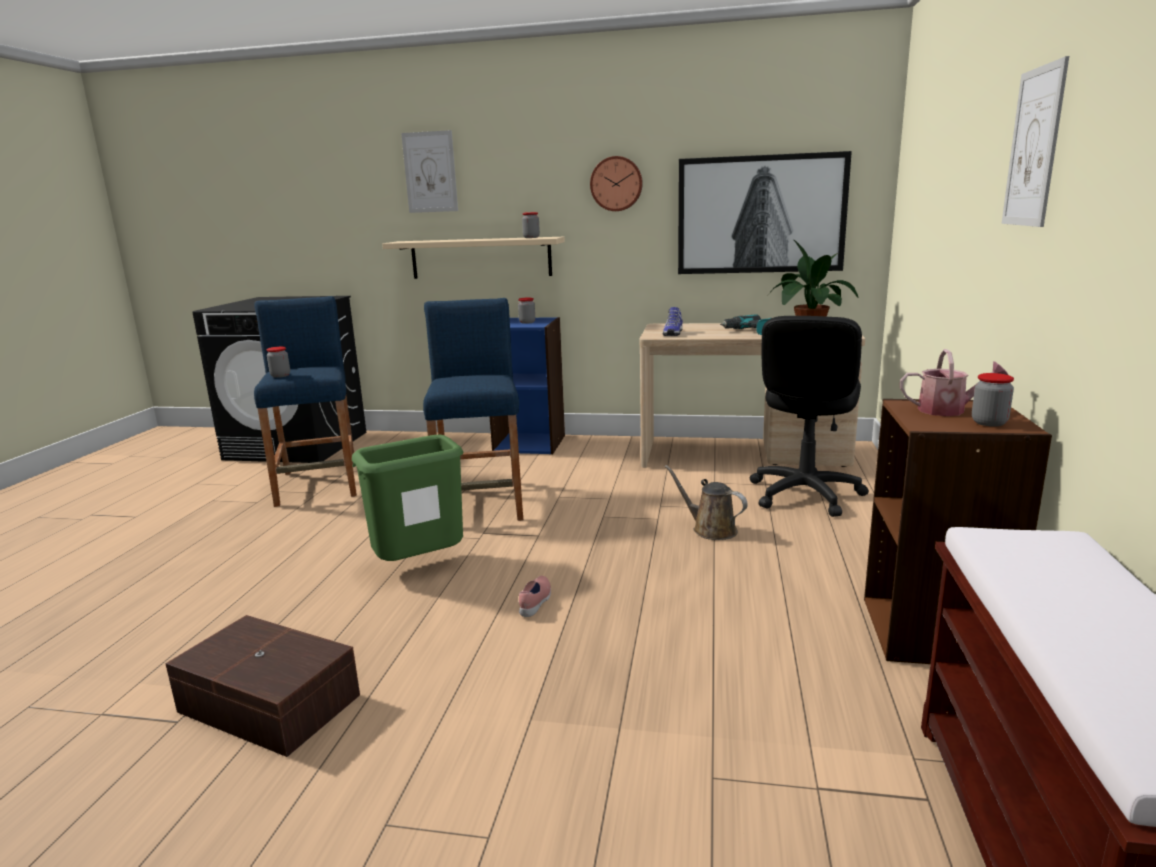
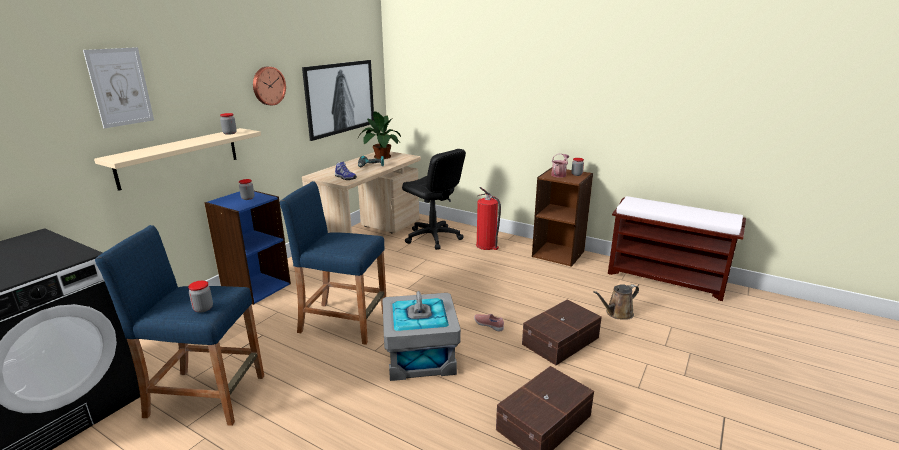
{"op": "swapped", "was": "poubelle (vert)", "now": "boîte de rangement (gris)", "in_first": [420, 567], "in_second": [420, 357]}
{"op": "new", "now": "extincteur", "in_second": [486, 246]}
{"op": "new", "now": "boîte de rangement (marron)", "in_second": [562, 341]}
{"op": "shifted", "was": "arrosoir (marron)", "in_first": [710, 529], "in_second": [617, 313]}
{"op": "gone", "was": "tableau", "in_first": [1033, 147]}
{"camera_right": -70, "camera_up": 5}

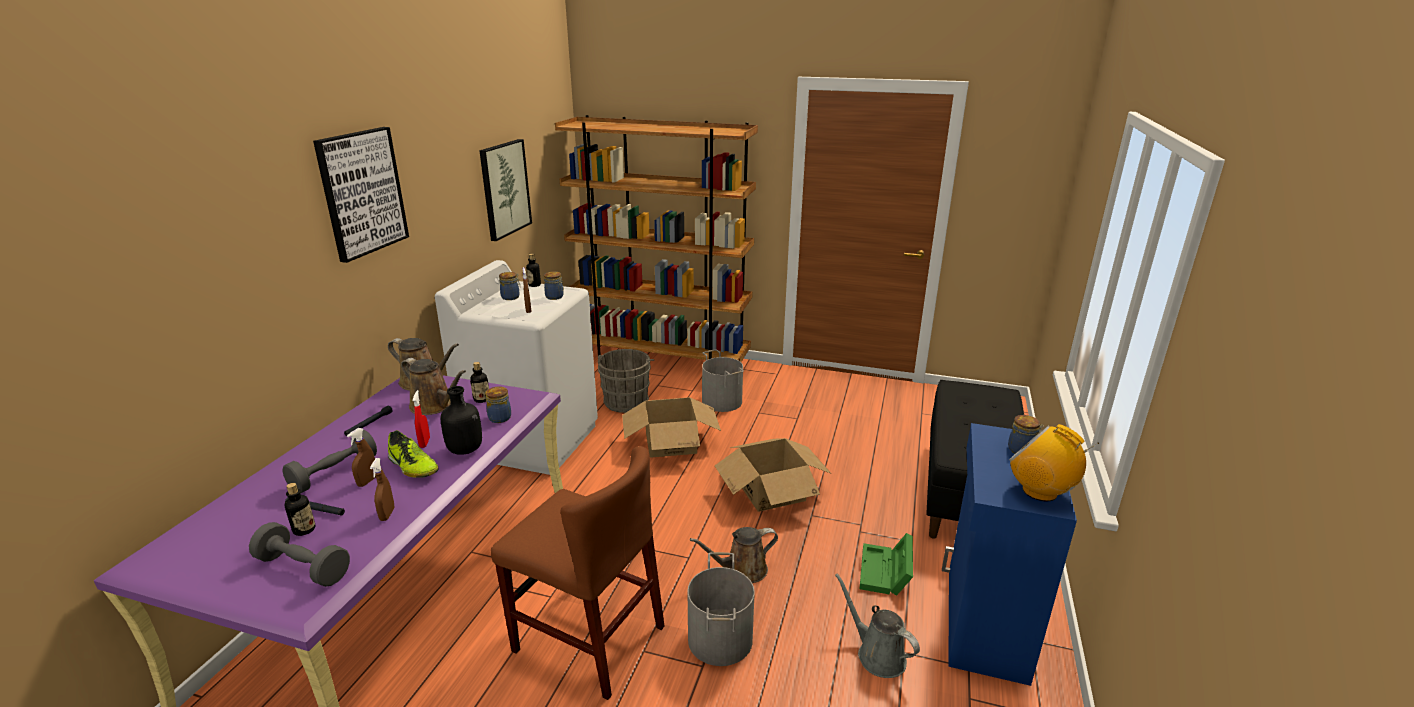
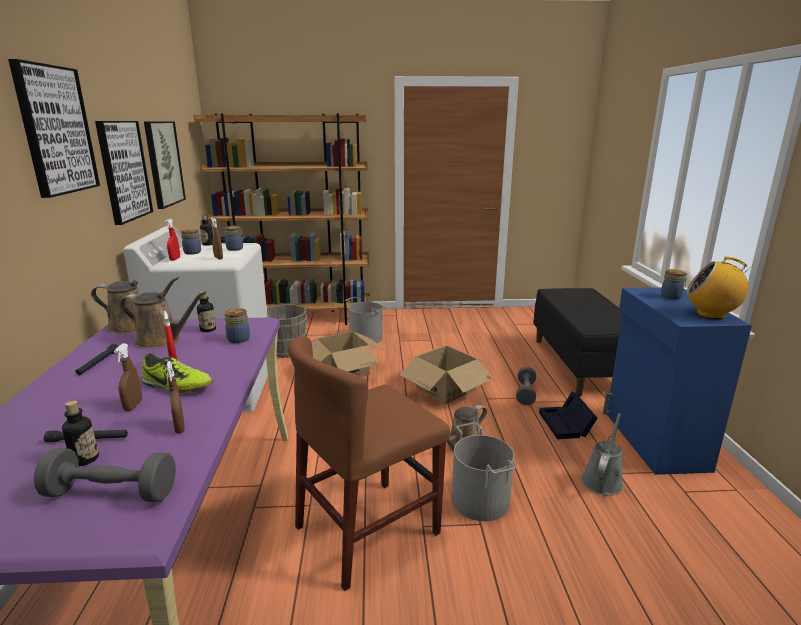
{"op": "new", "now": "tableau", "in_second": [123, 171]}
{"op": "new", "now": "vaporisateur (rouge)", "in_second": [175, 259]}
{"op": "rotated", "was": "chaise (marron)", "in_first": [588, 639], "in_second": [367, 530], "clockwise": 135}
{"op": "shifted", "was": "haltère (gris)", "in_first": [334, 473], "in_second": [525, 393]}
{"op": "repainted", "was": "boîte de rangement (vert)", "now": "boîte de rangement (noir)", "in_first": [885, 573], "in_second": [566, 425]}
{"op": "rotated", "was": "arrosoir (gris)", "in_first": [877, 654], "in_second": [603, 479], "clockwise": 90}
{"op": "gone", "was": "bouteille (noir)", "in_first": [466, 450]}
{"camera_right": -20, "camera_up": -5}

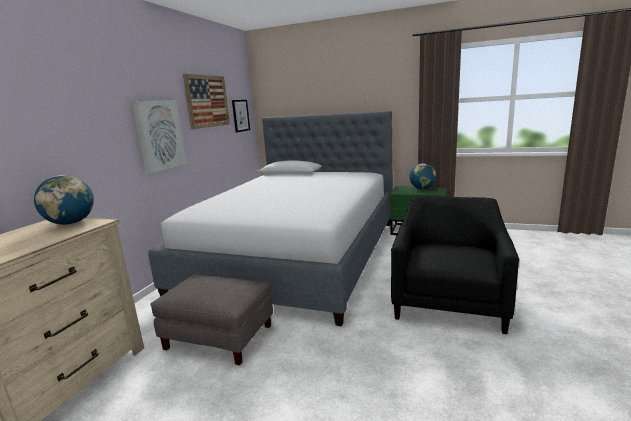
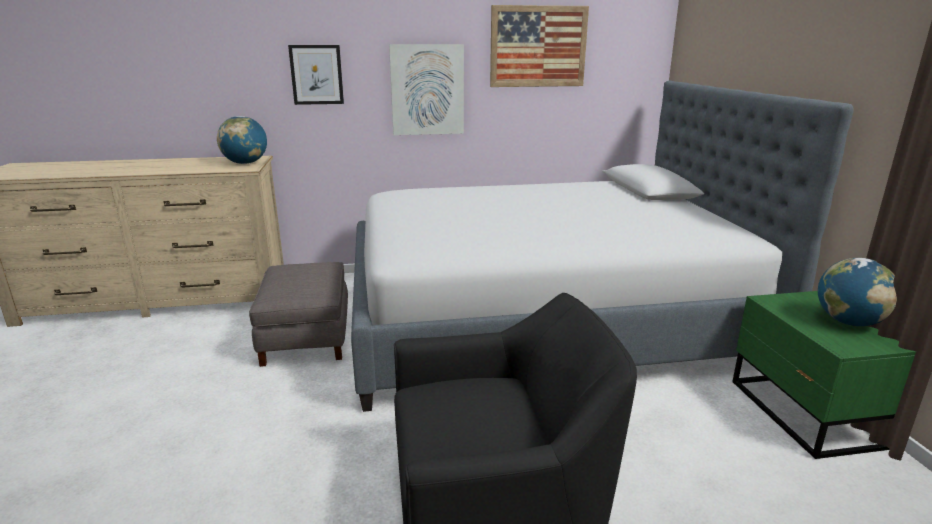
{"op": "shifted", "was": "tableau", "in_first": [240, 115], "in_second": [316, 74]}
{"camera_right": 60, "camera_up": 5}

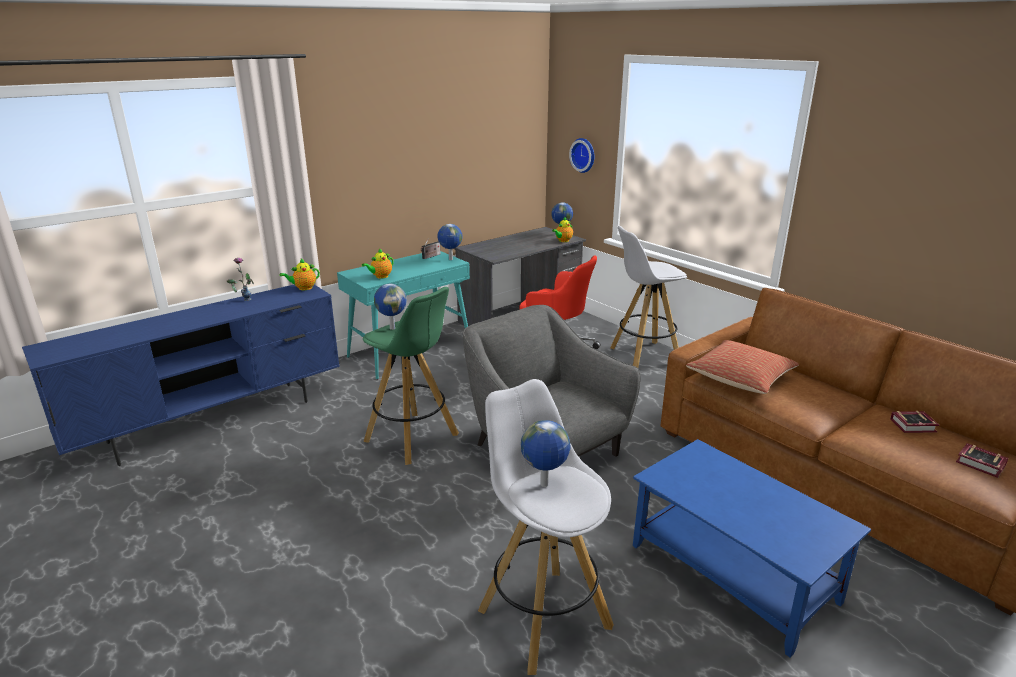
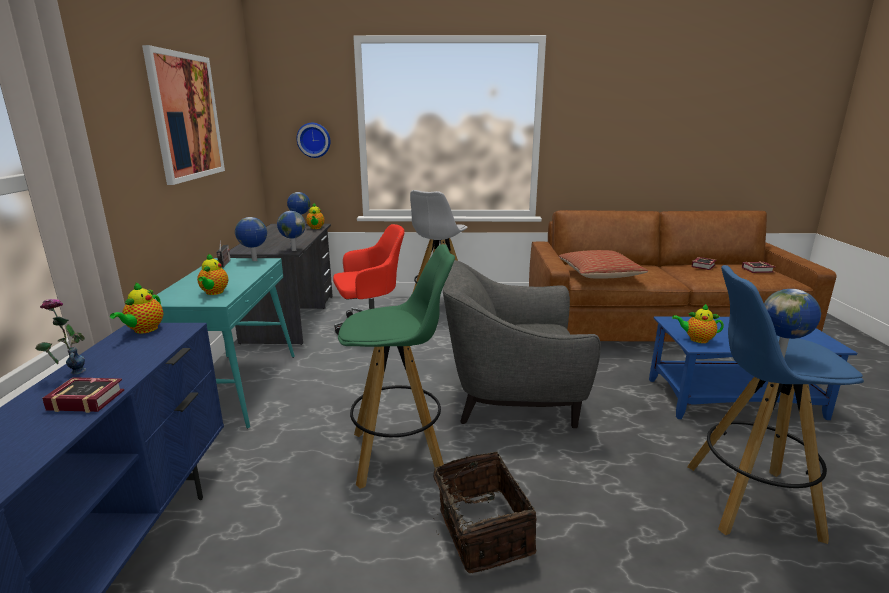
{"op": "new", "now": "livre", "in_second": [85, 399]}
{"op": "new", "now": "tableau", "in_second": [186, 117]}
{"op": "shifted", "was": "globe", "in_first": [392, 328], "in_second": [293, 250]}
{"op": "new", "now": "panier", "in_second": [481, 532]}
{"op": "new", "now": "théière", "in_second": [696, 339]}
{"op": "repainted", "was": "tabouret (blanc)", "now": "tabouret (bleu)", "in_first": [543, 617], "in_second": [748, 500]}
{"camera_right": -50, "camera_up": -5}

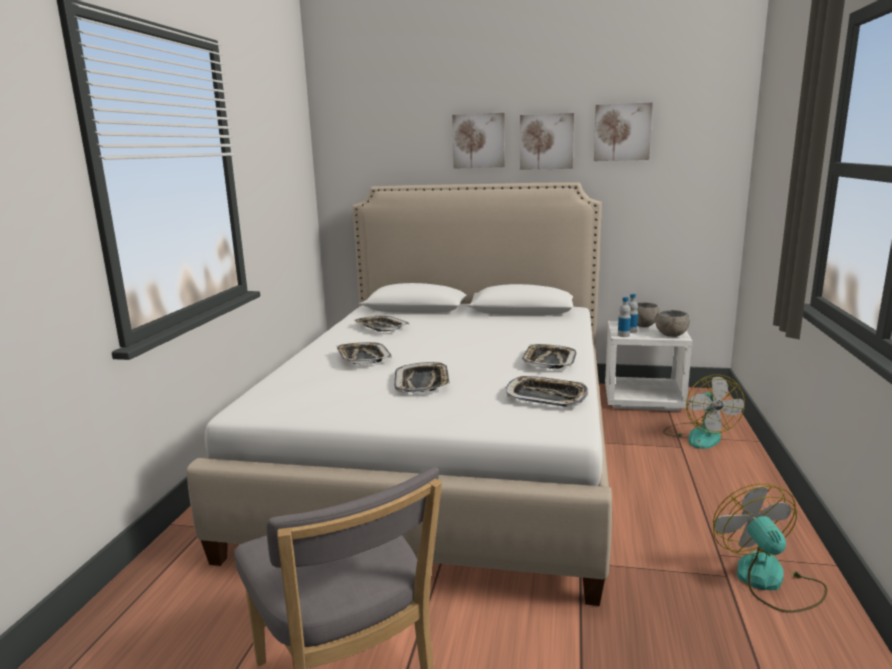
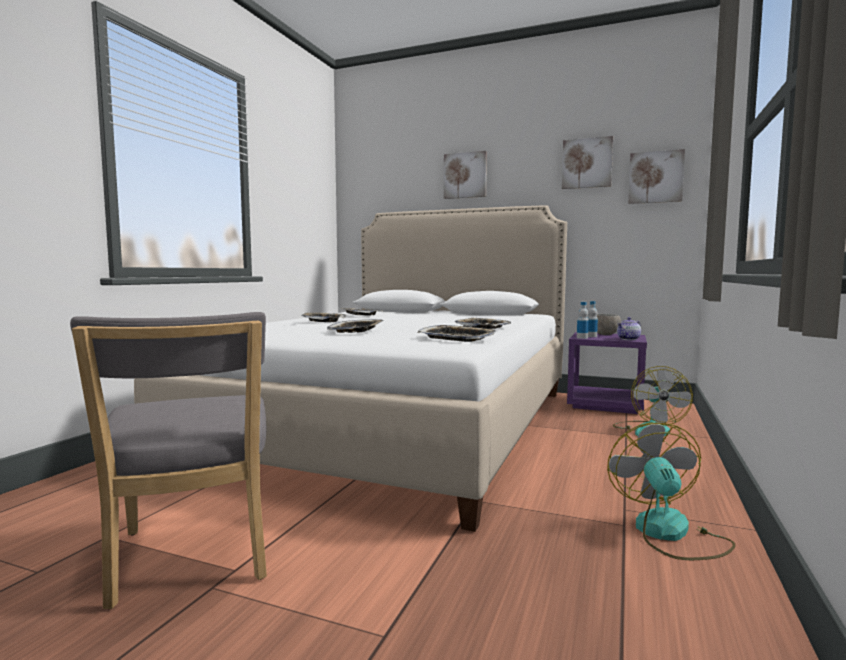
{"op": "repainted", "was": "table de chevet (blanc)", "now": "table de chevet (violet)", "in_first": [643, 399], "in_second": [606, 404]}
{"op": "swapped", "was": "bol (gris)", "now": "théière", "in_first": [672, 335], "in_second": [629, 339]}
{"op": "shifted", "was": "tableau", "in_first": [546, 141], "in_second": [655, 177]}
{"camera_right": 10, "camera_up": -10}

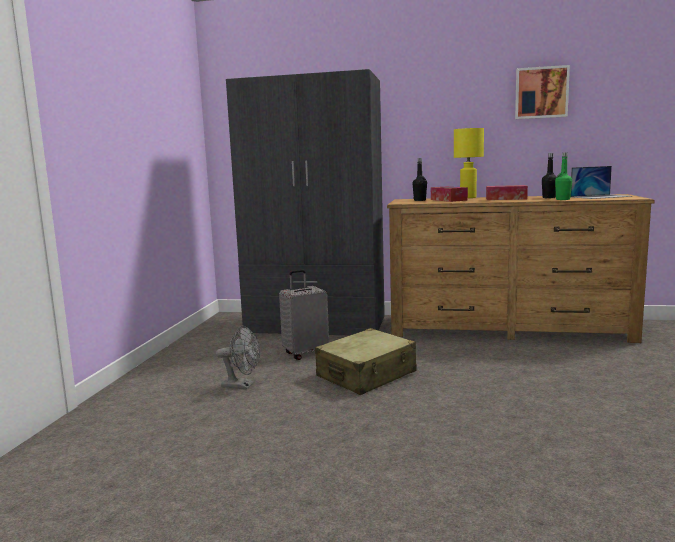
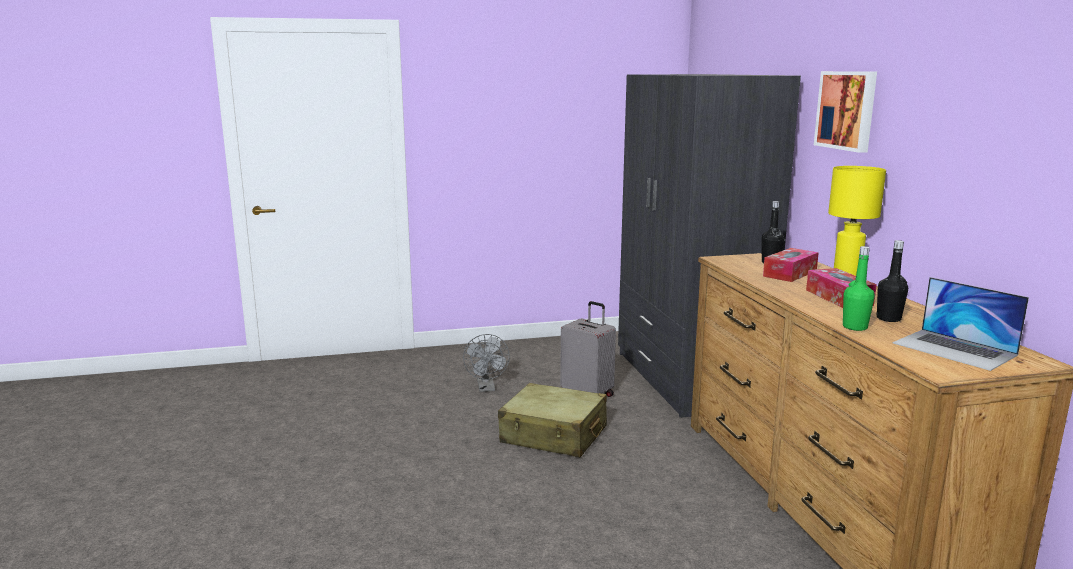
{"op": "shifted", "was": "tableau", "in_first": [541, 93], "in_second": [847, 110]}
{"camera_right": 65, "camera_up": 5}

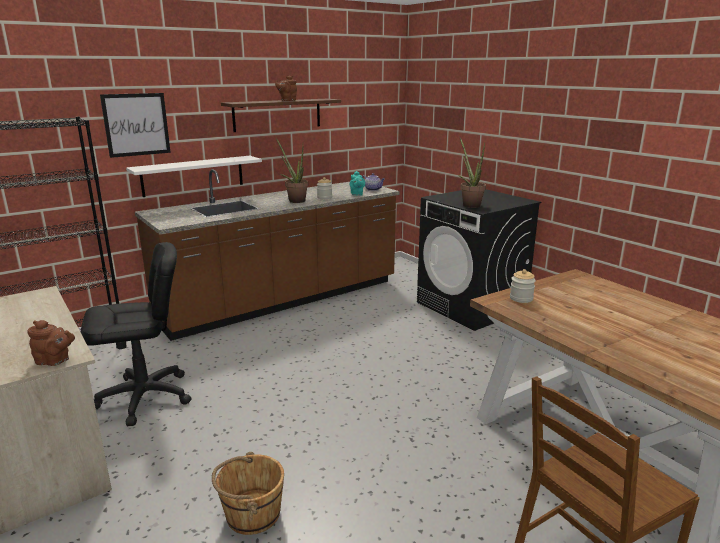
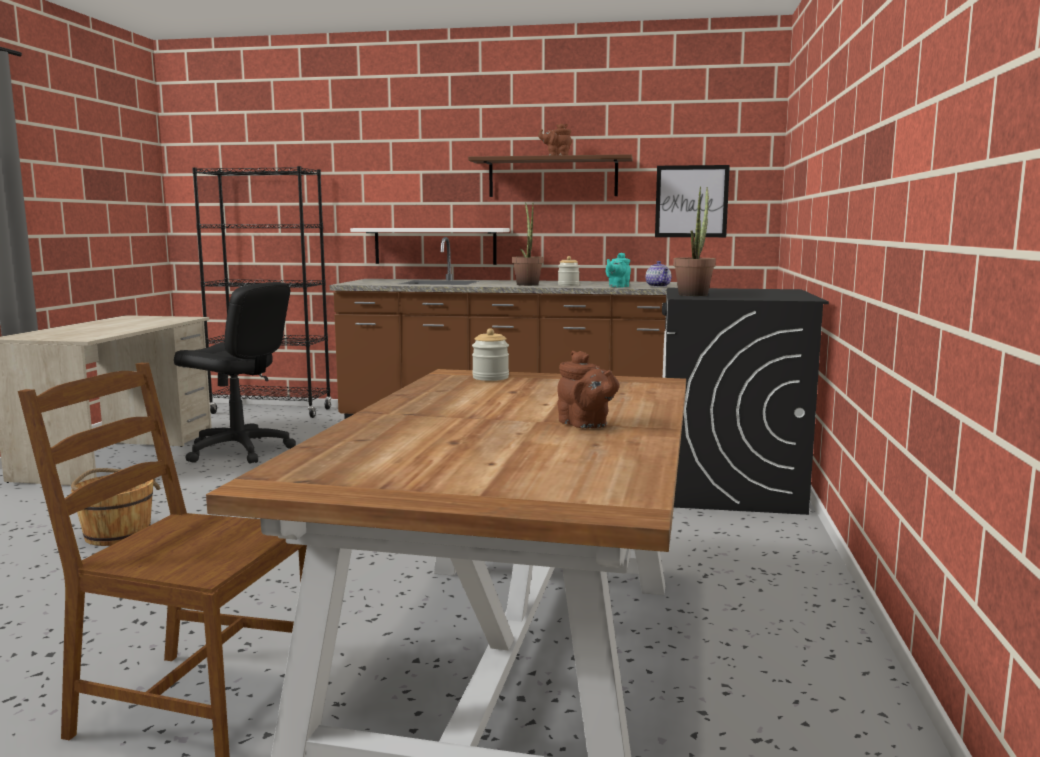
{"op": "shifted", "was": "théière (marron)", "in_first": [55, 361], "in_second": [585, 425]}
{"op": "shifted", "was": "tableau", "in_first": [136, 124], "in_second": [691, 201]}
{"camera_right": 45, "camera_up": -10}

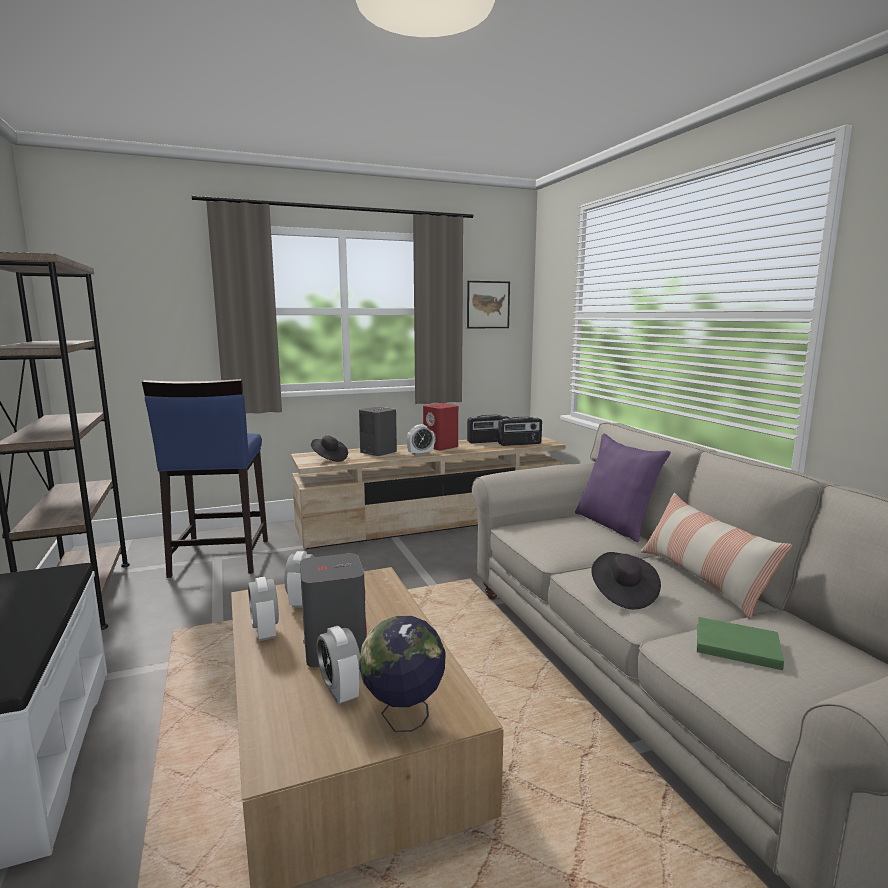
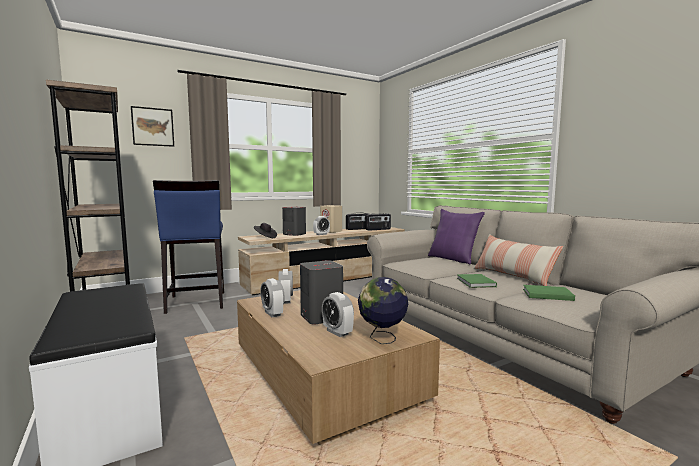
{"op": "shifted", "was": "tableau", "in_first": [488, 304], "in_second": [153, 127]}
{"op": "repainted", "was": "enceinte (rouge)", "now": "enceinte (beige)", "in_first": [441, 447], "in_second": [331, 231]}
{"op": "swapped", "was": "chapeau (noir)", "now": "livre (vert)", "in_first": [623, 594], "in_second": [475, 283]}
{"camera_right": -10, "camera_up": -5}

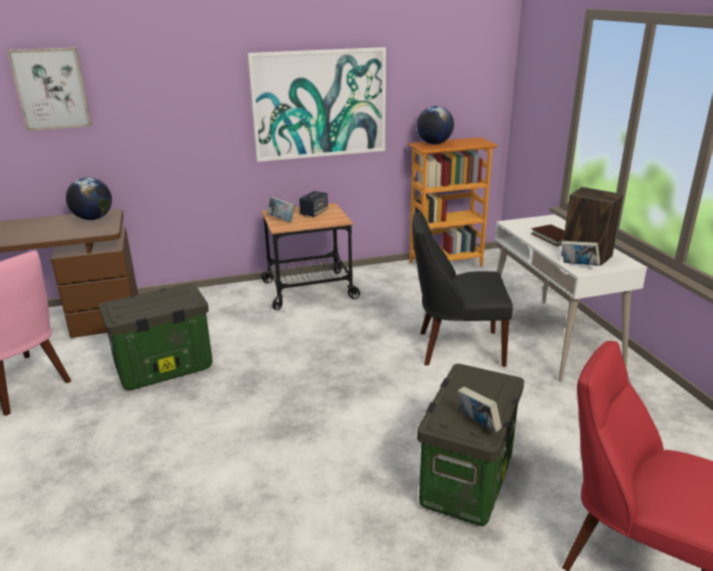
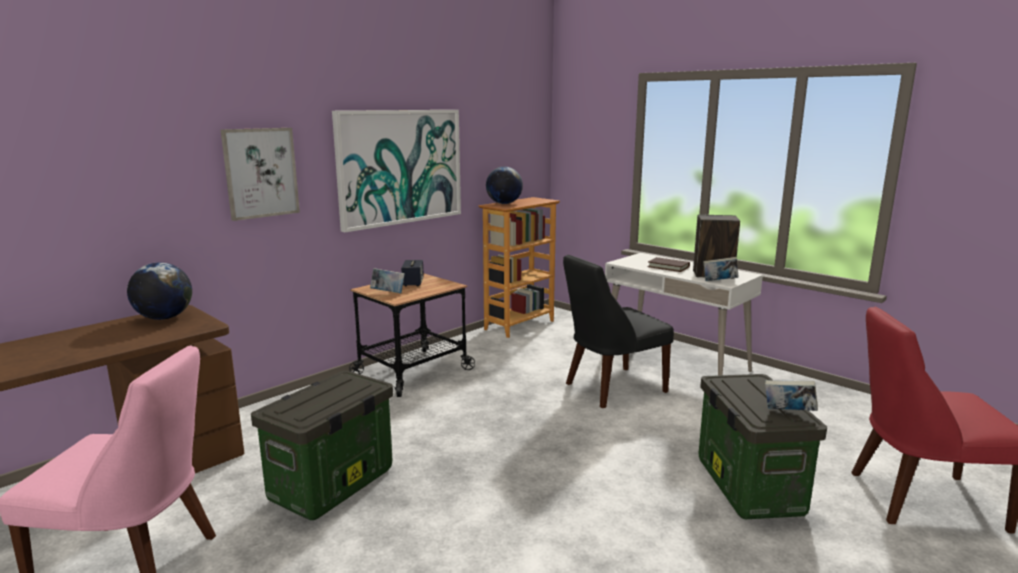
{"op": "shifted", "was": "tableau", "in_first": [51, 89], "in_second": [261, 173]}
{"camera_right": -30, "camera_up": -10}

